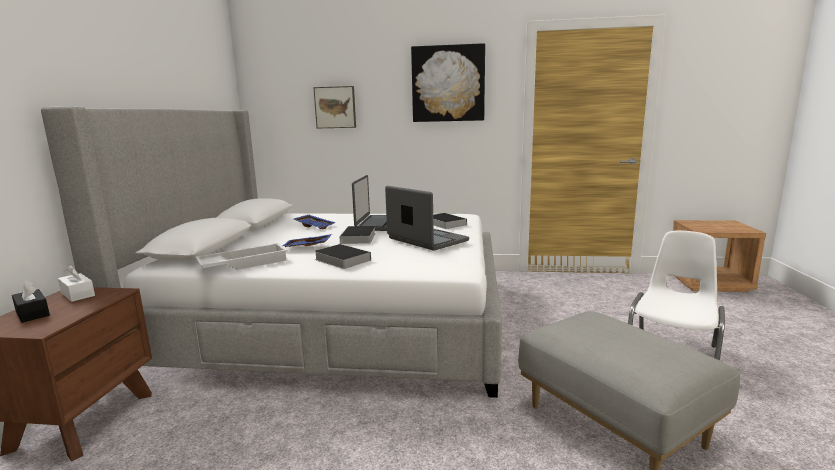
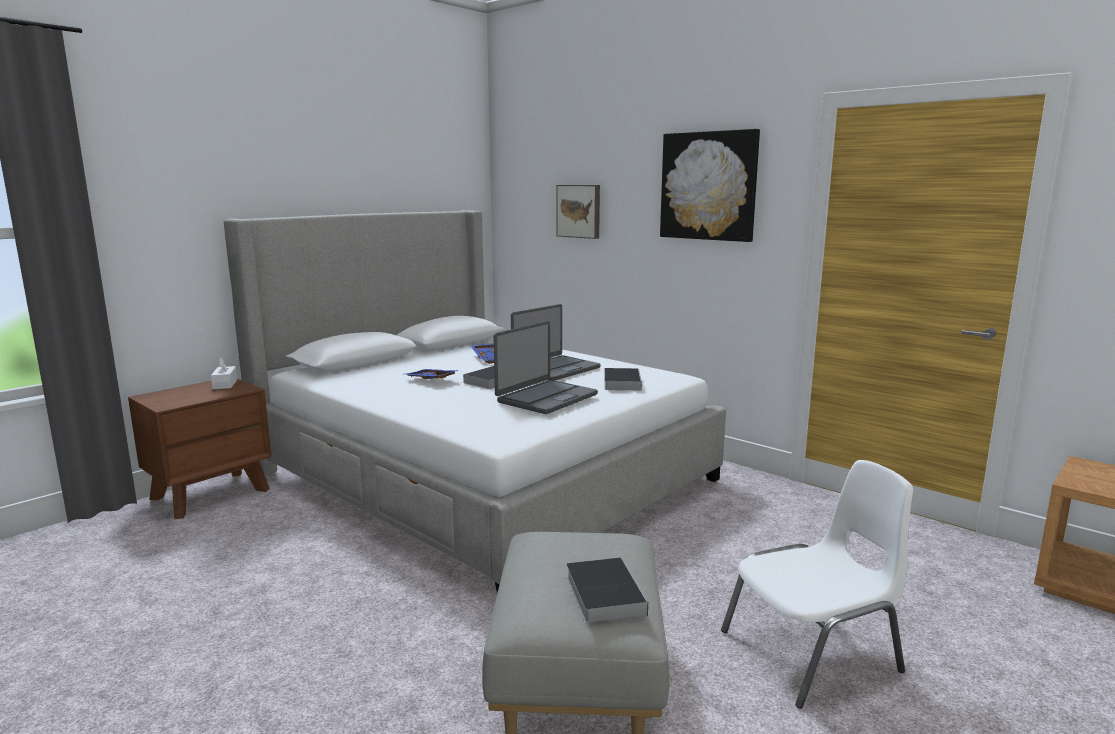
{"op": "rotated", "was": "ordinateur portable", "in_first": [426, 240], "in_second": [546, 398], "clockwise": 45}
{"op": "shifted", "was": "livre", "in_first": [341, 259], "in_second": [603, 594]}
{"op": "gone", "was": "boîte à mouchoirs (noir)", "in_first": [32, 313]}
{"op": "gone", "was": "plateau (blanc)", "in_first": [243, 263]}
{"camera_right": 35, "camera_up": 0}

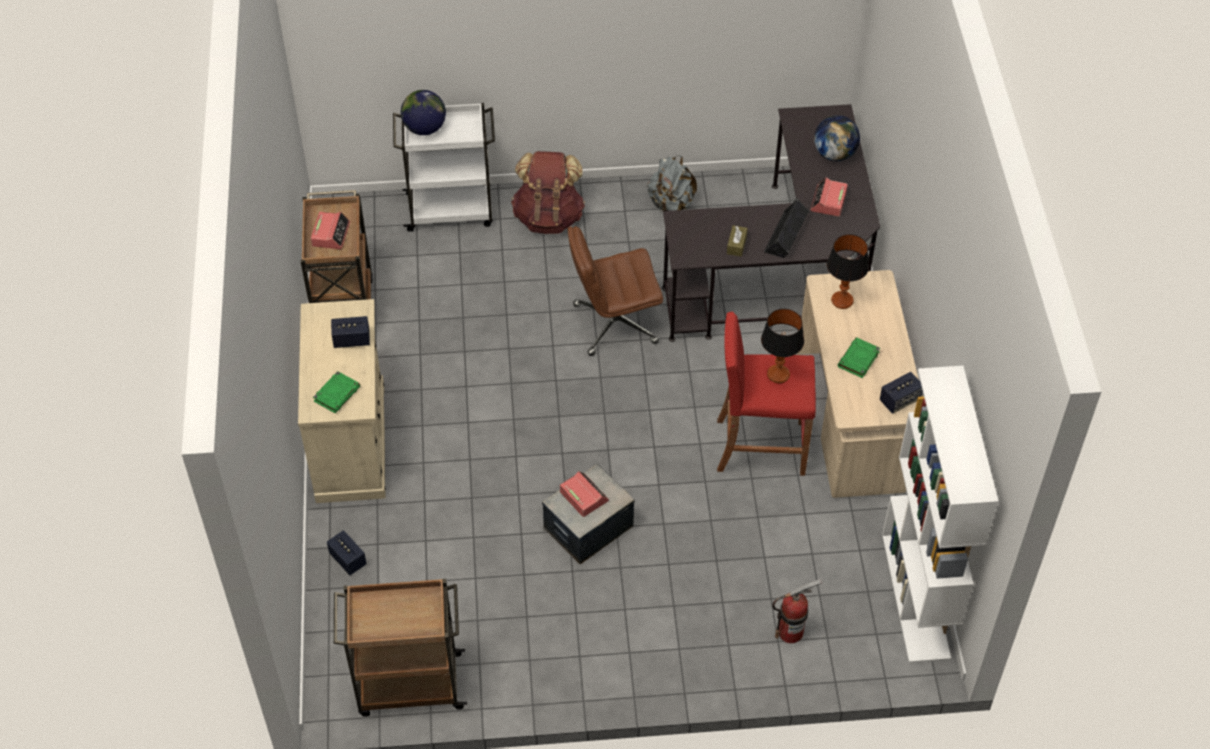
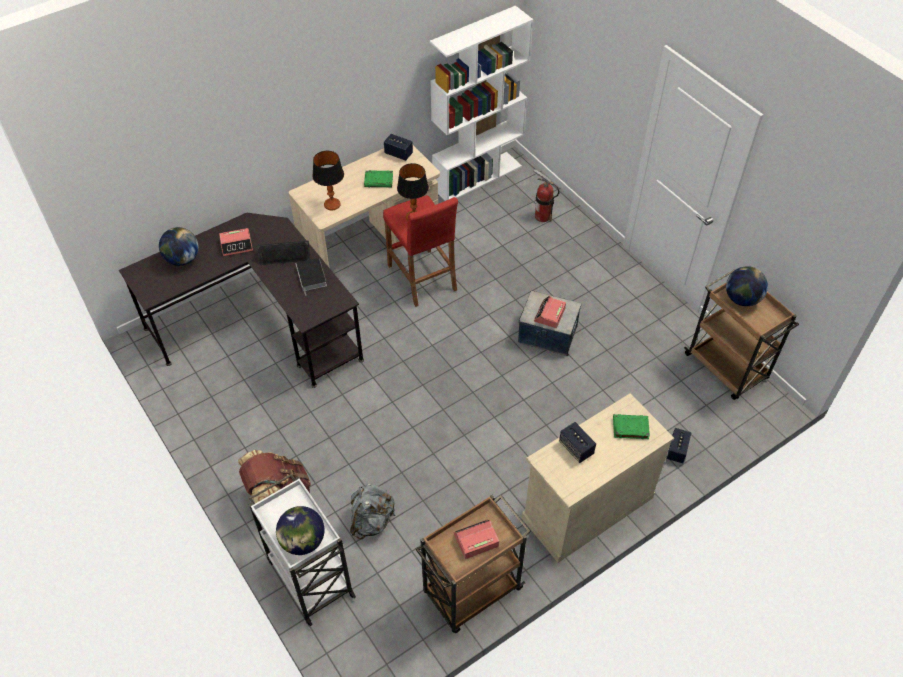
{"op": "swapped", "was": "boîte à mouchoirs (marron)", "now": "livre", "in_first": [736, 245], "in_second": [311, 277]}
{"op": "shifted", "was": "sac à dos (gris)", "in_first": [671, 204], "in_second": [372, 521]}
{"op": "new", "now": "globe", "in_second": [741, 299]}
{"op": "gone", "was": "chaise de bureau (marron)", "in_first": [614, 324]}
{"camera_right": -120, "camera_up": 0}

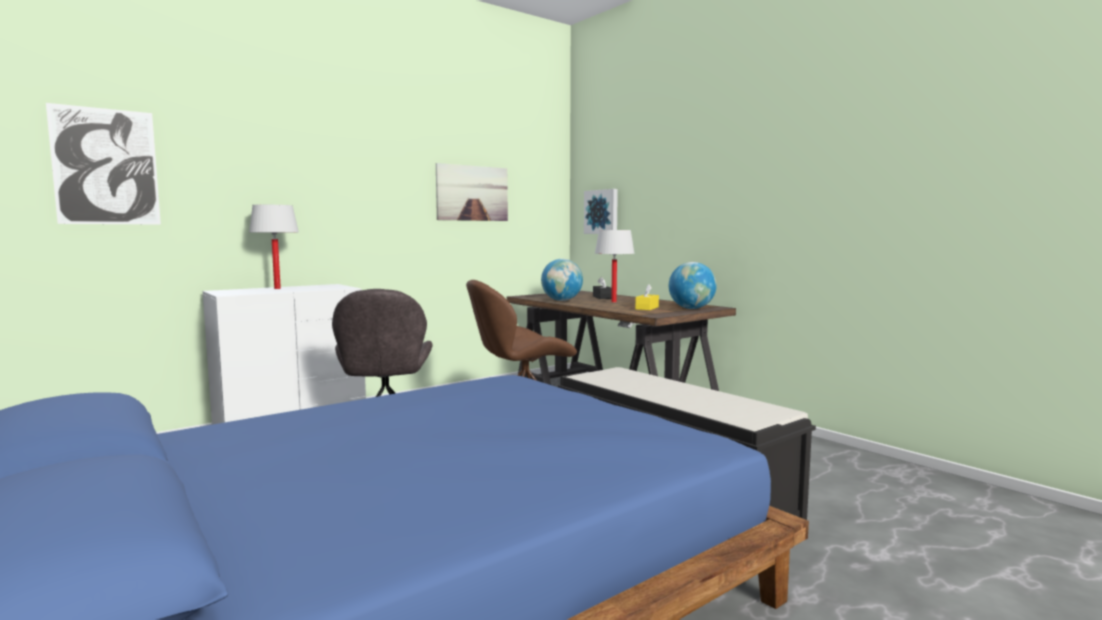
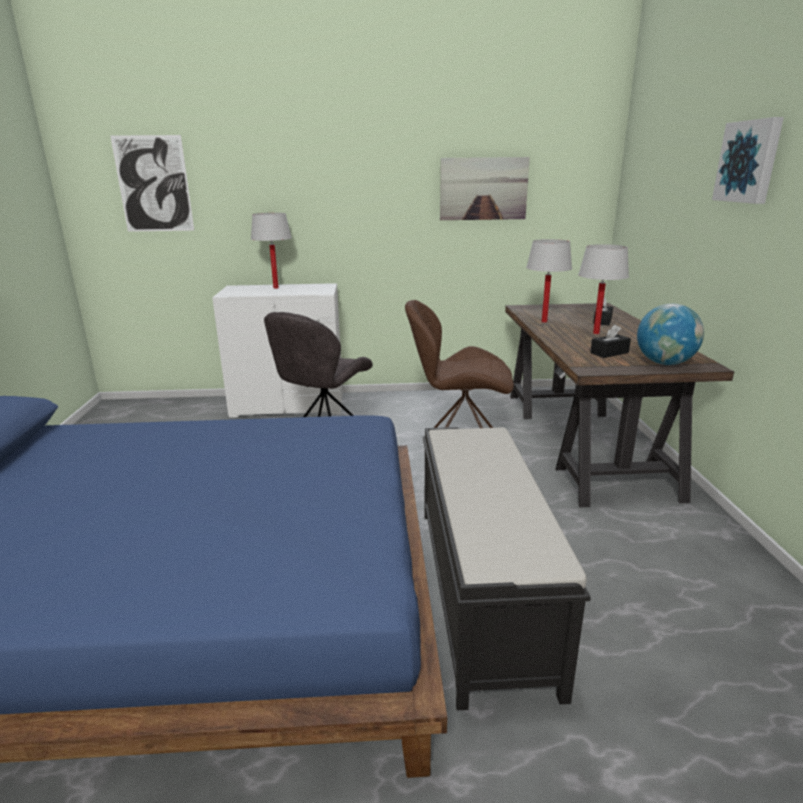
{"op": "swapped", "was": "globe", "now": "lampe de table (blanc)", "in_first": [562, 300], "in_second": [544, 322]}
{"op": "repainted", "was": "boîte à mouchoirs (jaune)", "now": "boîte à mouchoirs (noir)", "in_first": [647, 308], "in_second": [609, 353]}
{"op": "shifted", "was": "tableau", "in_first": [602, 212], "in_second": [749, 161]}
{"camera_right": 35, "camera_up": 15}

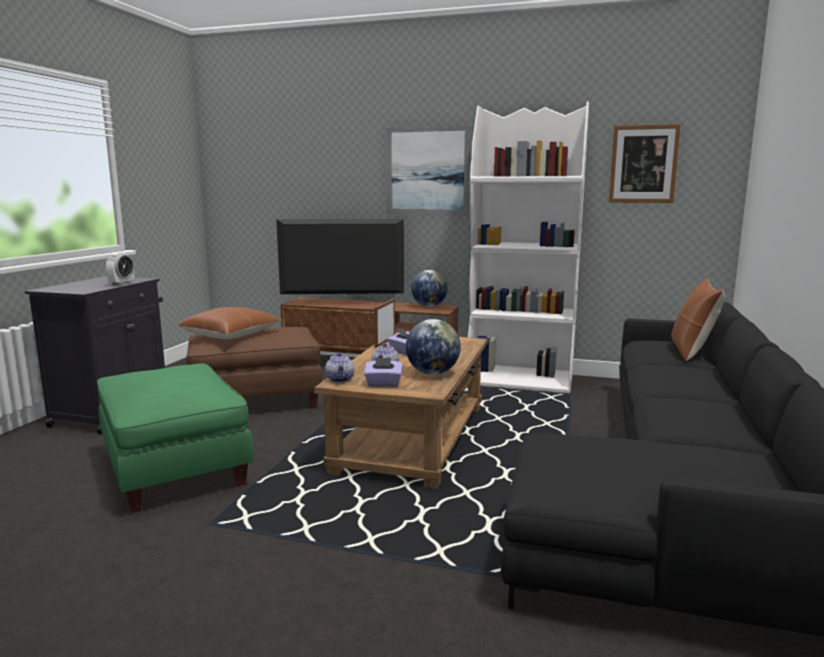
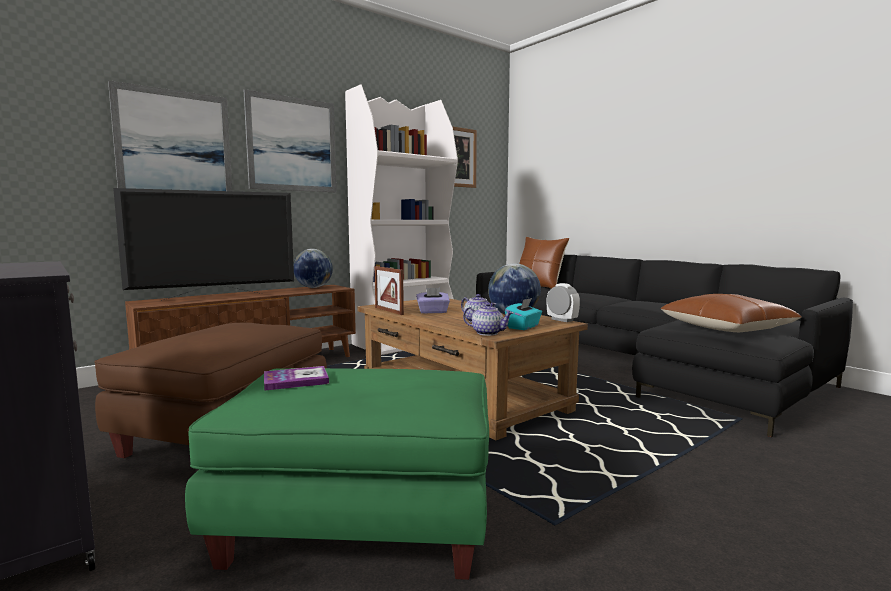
{"op": "new", "now": "tableau", "in_second": [174, 144]}
{"op": "rotated", "was": "téléviseur", "in_first": [342, 303], "in_second": [215, 297], "clockwise": -150}
{"op": "new", "now": "livre", "in_second": [296, 380]}
{"op": "repainted", "was": "boîte à mouchoirs (violet)", "now": "boîte à mouchoirs (turquoise)", "in_first": [383, 384], "in_second": [523, 327]}
{"op": "shifted", "was": "réveil", "in_first": [121, 283], "in_second": [562, 320]}
{"op": "shifted", "was": "coussin (marron)", "in_first": [231, 335], "in_second": [726, 328]}
{"camera_right": -55, "camera_up": -5}

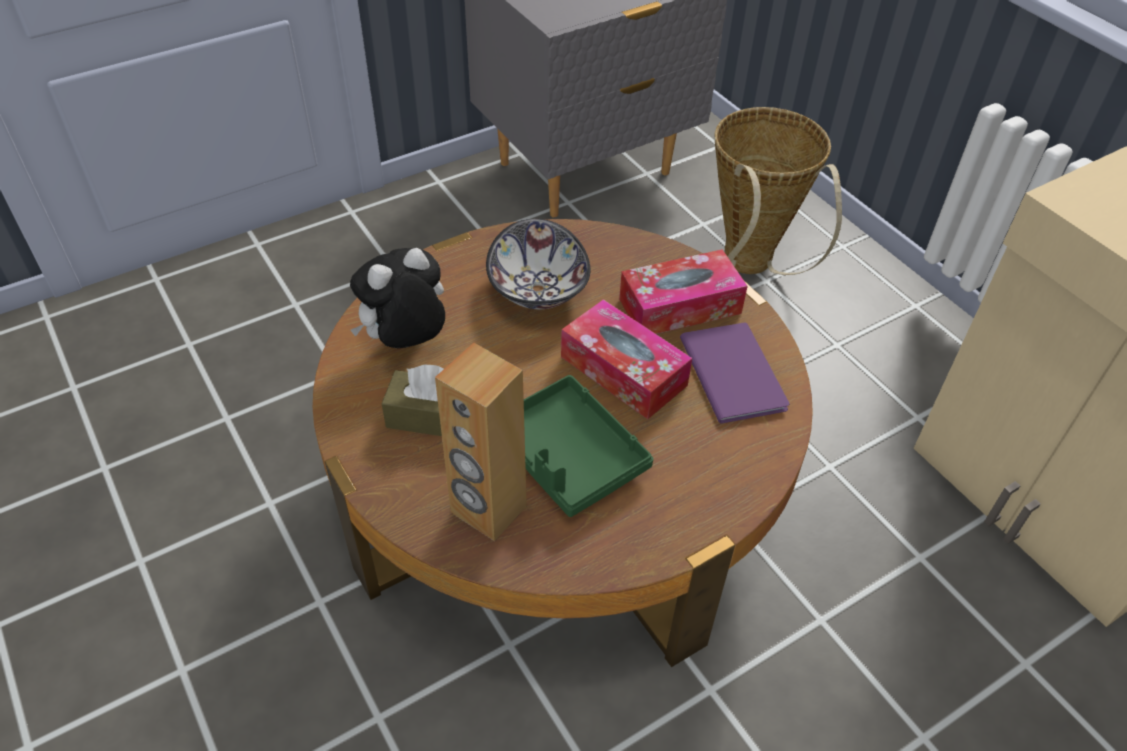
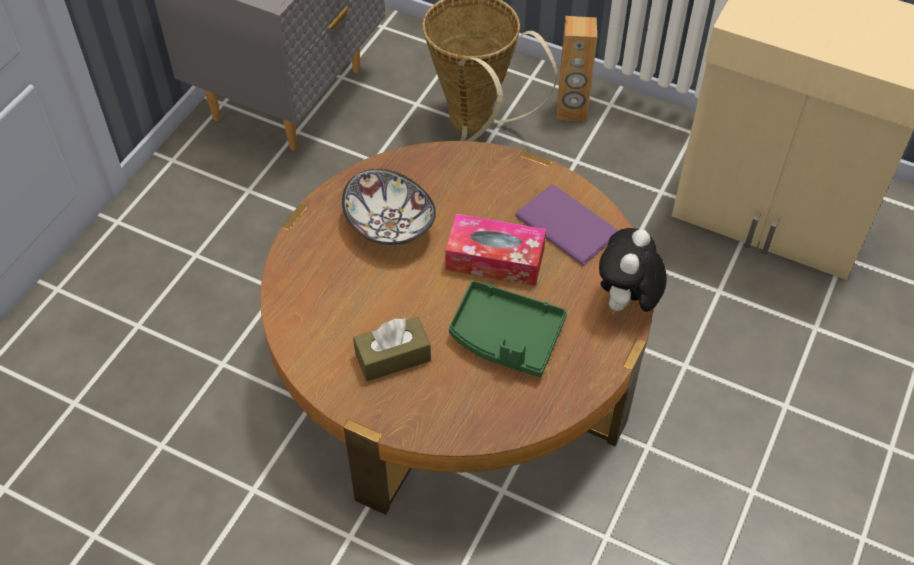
{"op": "shifted", "was": "enceinte (marron)", "in_first": [488, 510], "in_second": [571, 111]}
{"op": "shifted", "was": "peluche", "in_first": [406, 343], "in_second": [626, 303]}
{"op": "gone", "was": "boîte à mouchoirs", "in_first": [680, 306]}
{"camera_right": -30, "camera_up": 5}

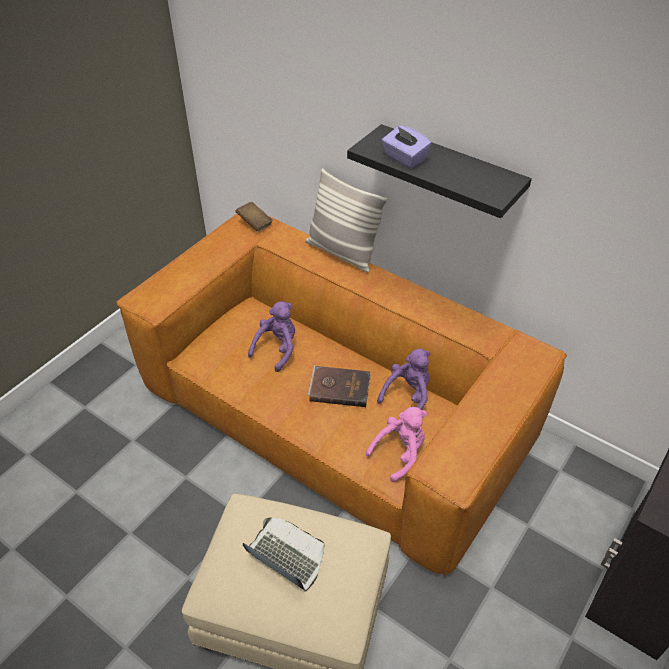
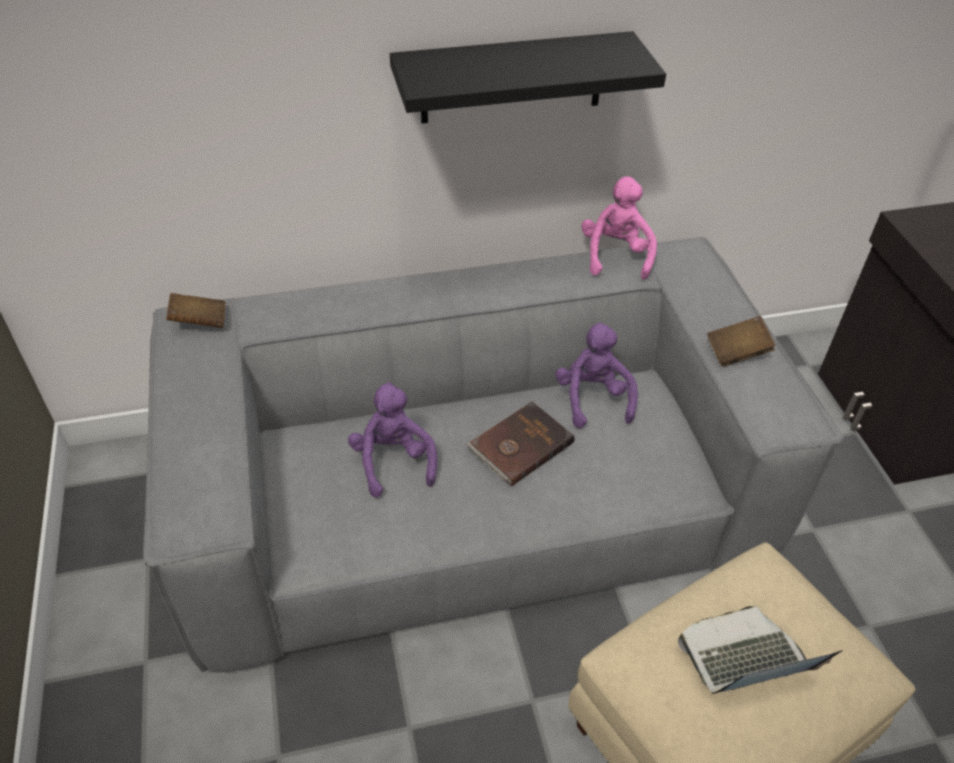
{"op": "repainted", "was": "canapé (marron)", "now": "canapé (gris)", "in_first": [334, 412], "in_second": [474, 499]}
{"op": "shifted", "was": "peluche (rose)", "in_first": [400, 453], "in_second": [615, 255]}
{"op": "new", "now": "livre (marron)", "in_second": [737, 352]}
{"op": "gone", "was": "coussin", "in_first": [342, 252]}
{"op": "gone", "was": "boîte à mouchoirs (violet)", "in_first": [404, 158]}
{"camera_right": -50, "camera_up": 0}

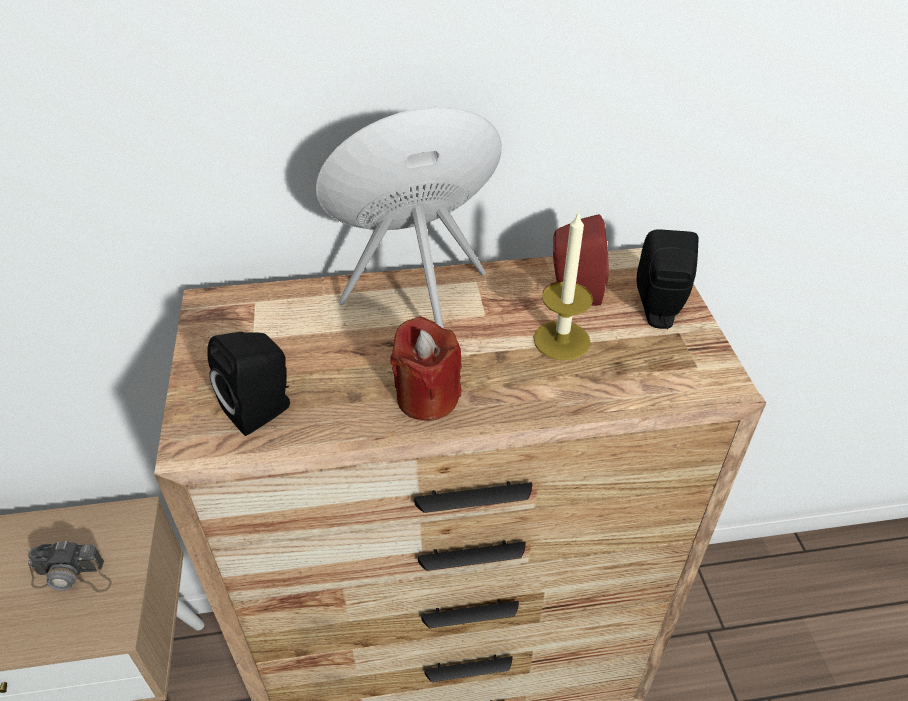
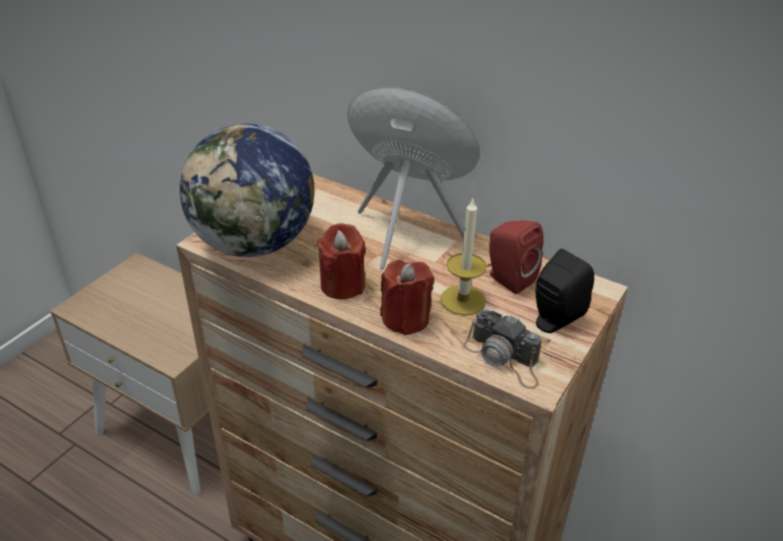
{"op": "swapped", "was": "enceinte (noir)", "now": "globe", "in_first": [263, 410], "in_second": [255, 244]}
{"op": "new", "now": "bougie (rouge)", "in_second": [405, 318]}
{"op": "shifted", "was": "appareil photo", "in_first": [73, 576], "in_second": [504, 358]}
{"camera_right": 40, "camera_up": -5}

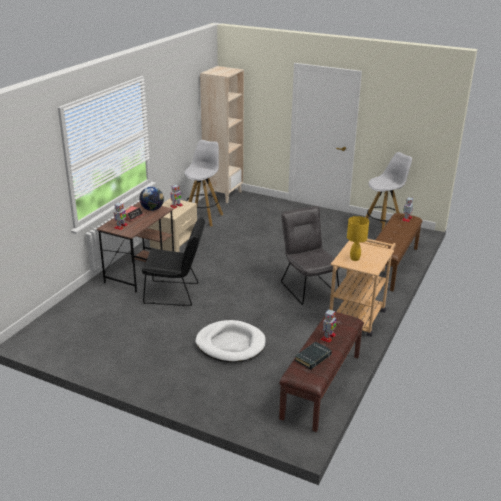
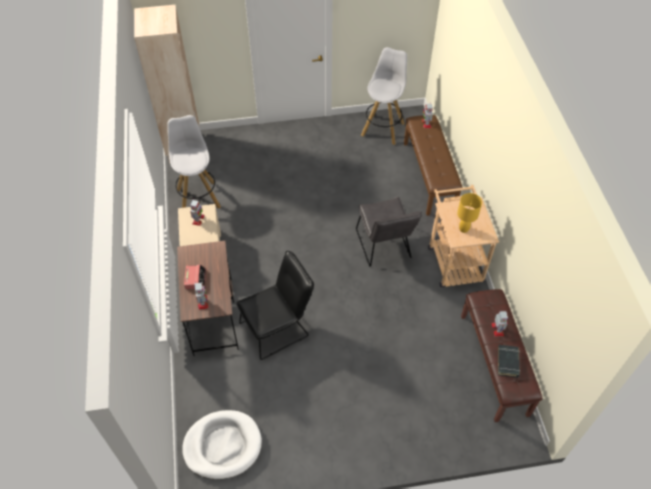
{"op": "shifted", "was": "panier pour chien (blanc)", "in_first": [230, 344], "in_second": [222, 445]}
{"op": "rotated", "was": "chaise (gris)", "in_first": [307, 287], "in_second": [384, 247], "clockwise": -135}
{"op": "gone", "was": "globe", "in_first": [152, 209]}
{"camera_right": -35, "camera_up": 25}

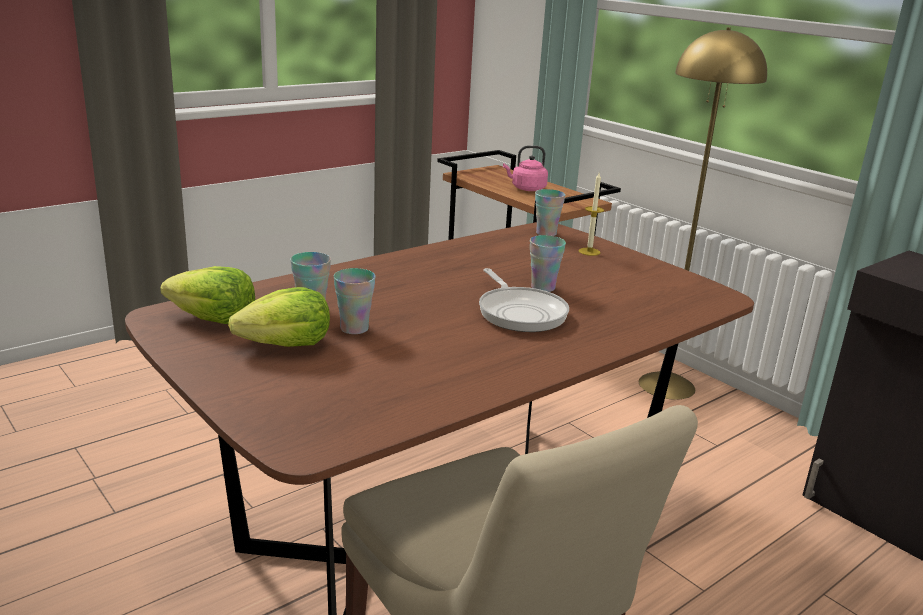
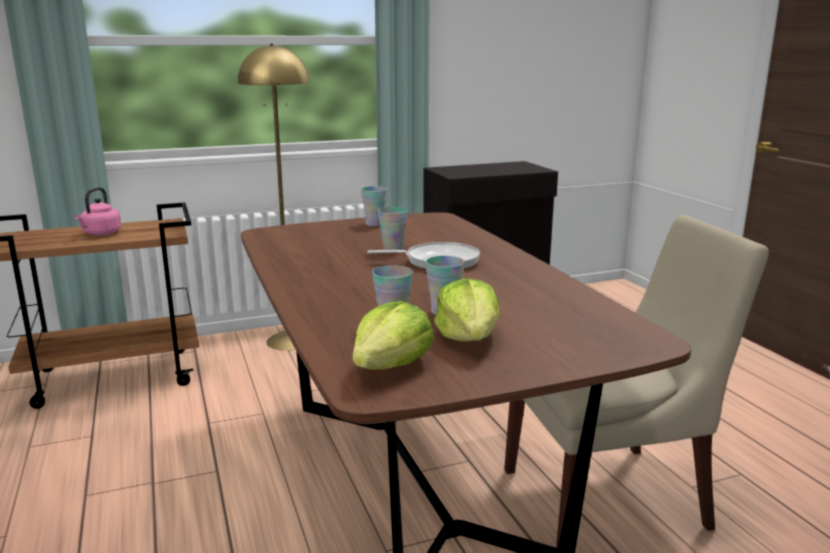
{"op": "shifted", "was": "tasse", "in_first": [546, 233], "in_second": [374, 224]}
{"op": "gone", "was": "bougie", "in_first": [589, 251]}
{"camera_right": -70, "camera_up": -5}

